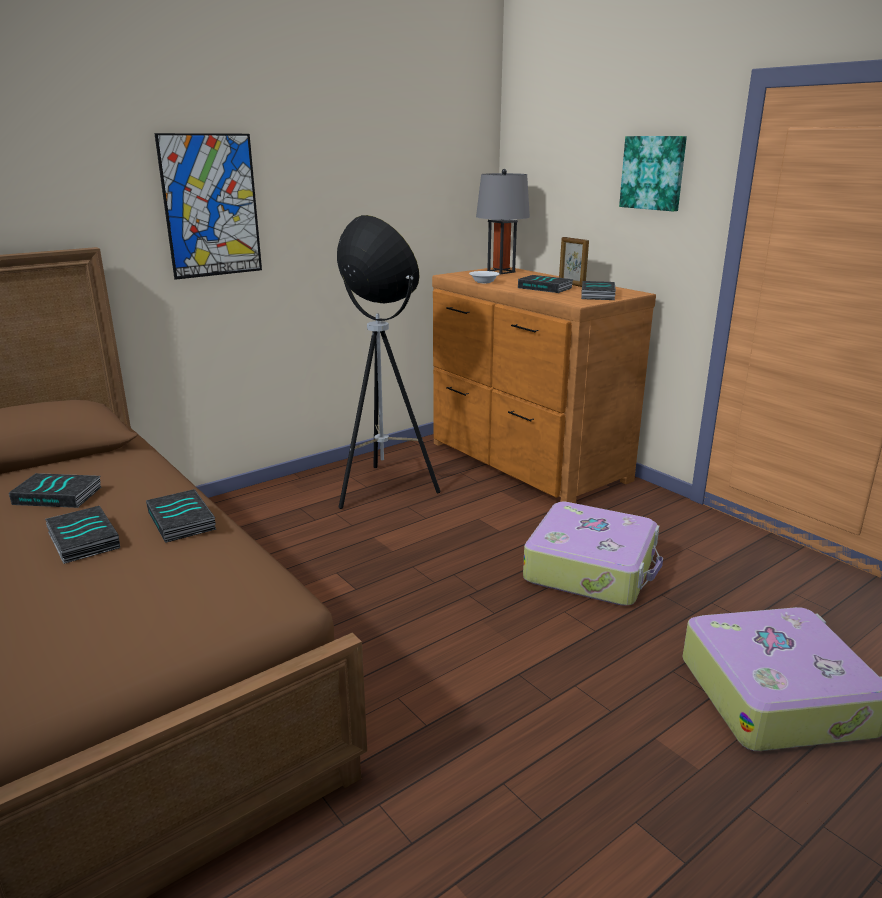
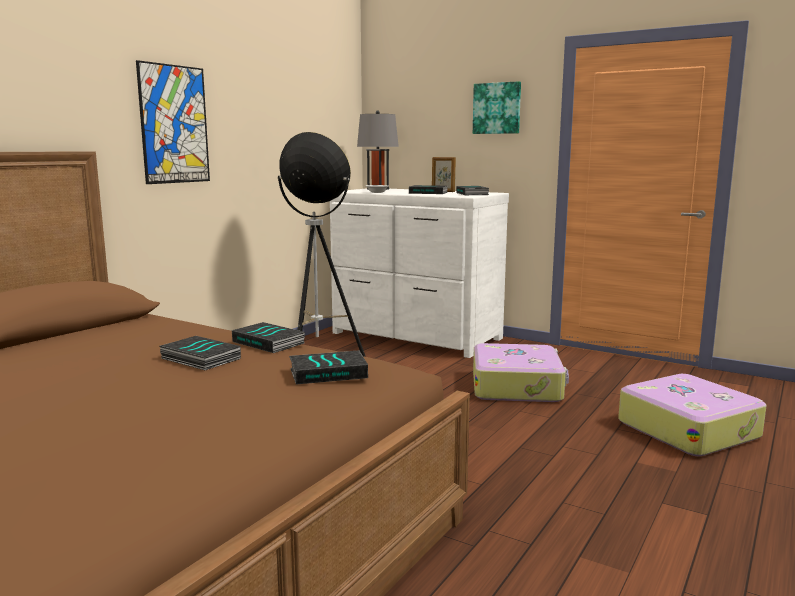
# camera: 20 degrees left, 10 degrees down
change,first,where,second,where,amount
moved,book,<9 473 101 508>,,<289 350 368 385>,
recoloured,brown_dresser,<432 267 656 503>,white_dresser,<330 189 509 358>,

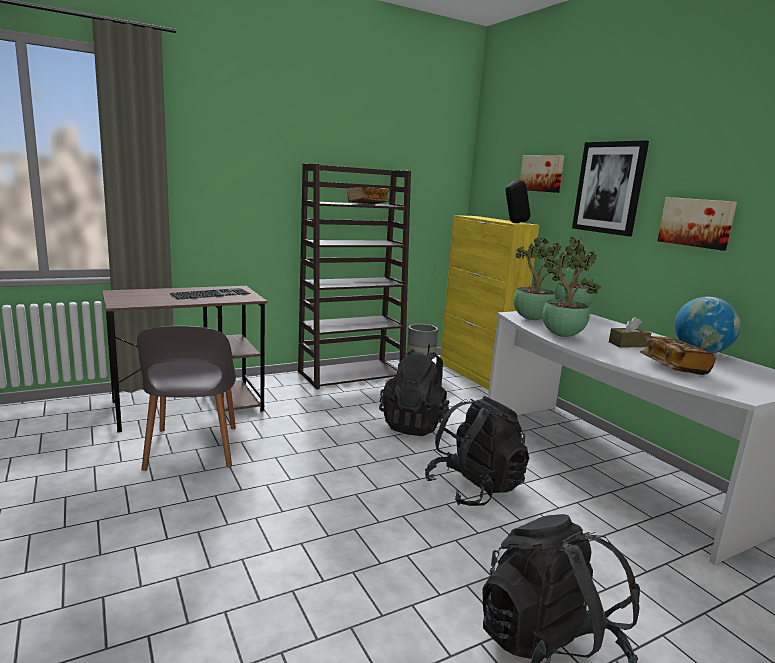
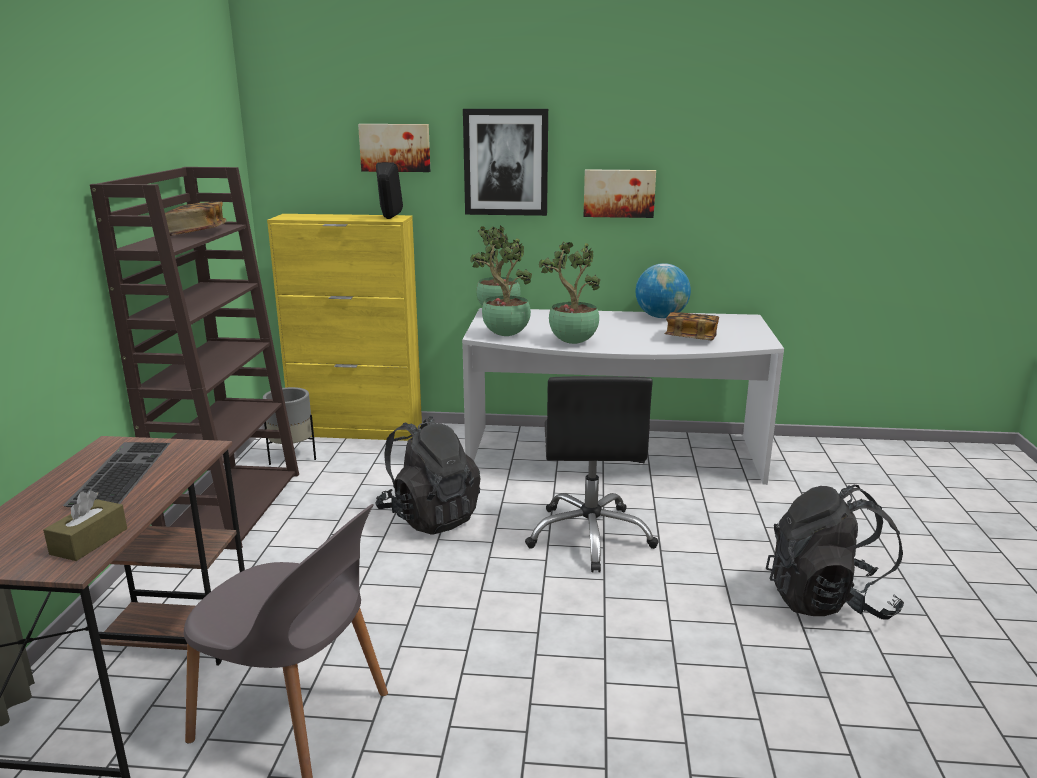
# camera: 55 degrees left, 5 degrees up
change,first,where,second,where,amount
moved,brown_tissue_box,<609 317 651 348>,,<43 491 127 561>,
replaced,black_backpack,<425 396 529 506>,black_office_chair,<525 376 659 572>,

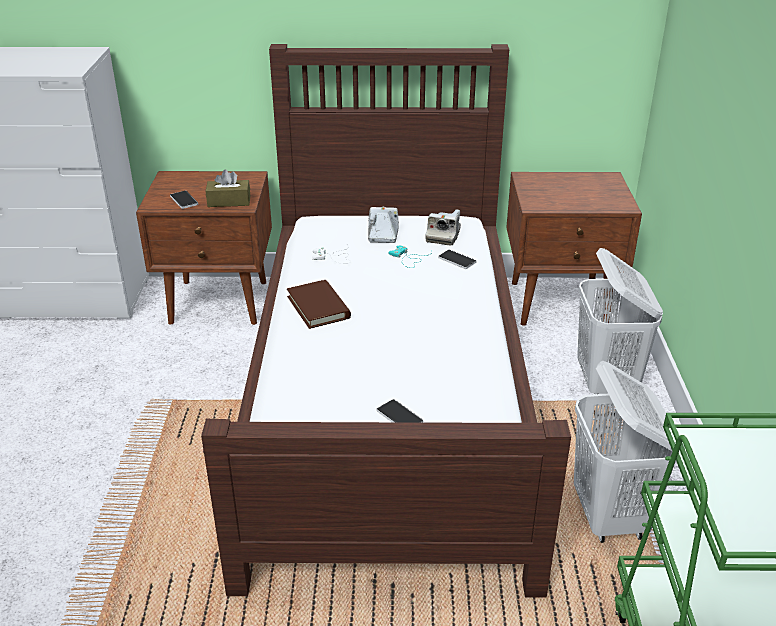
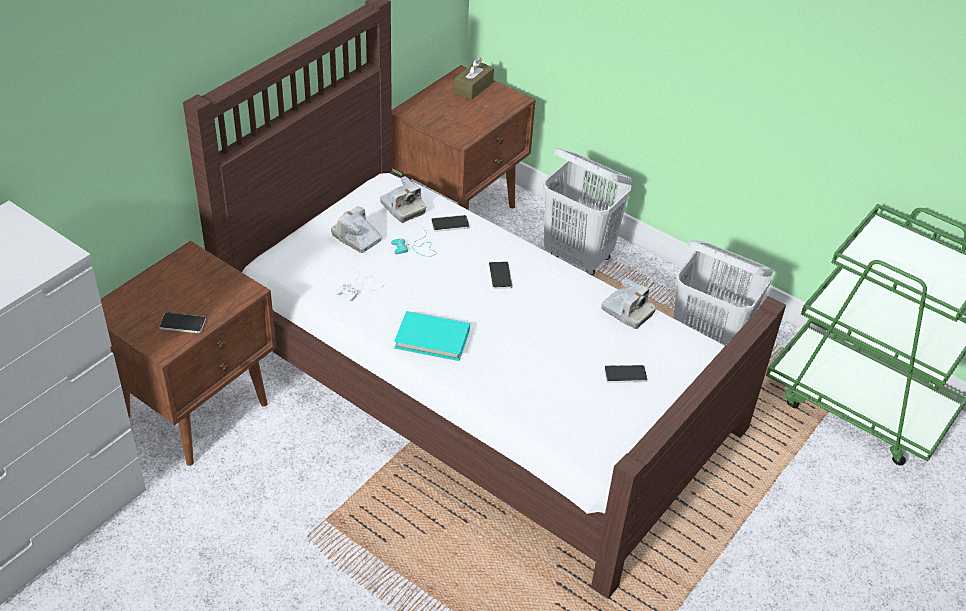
# camera: 55 degrees left, 10 degrees up
change,first,where,second,where,amount
recoloured,brown_book,<287 280 351 329>,turquoise_book,<394 311 470 361>,
moved,brown_tissue_box,<206 169 250 207>,,<454 57 494 100>,
added,,,phone,<489 261 513 289>,
added,,,photo_camera,<601 277 656 329>,

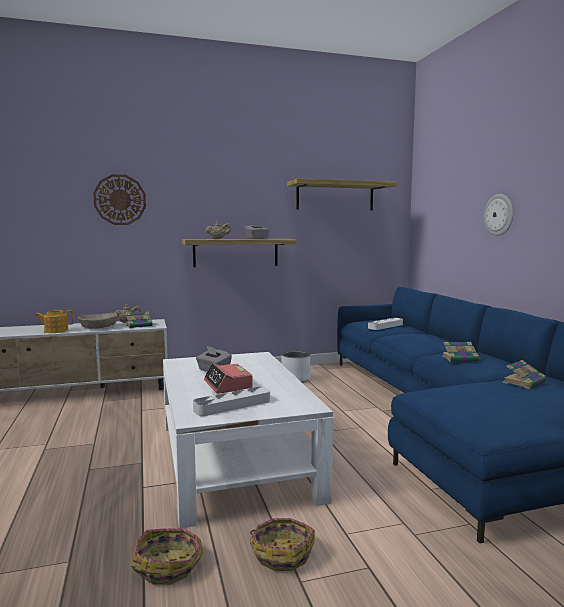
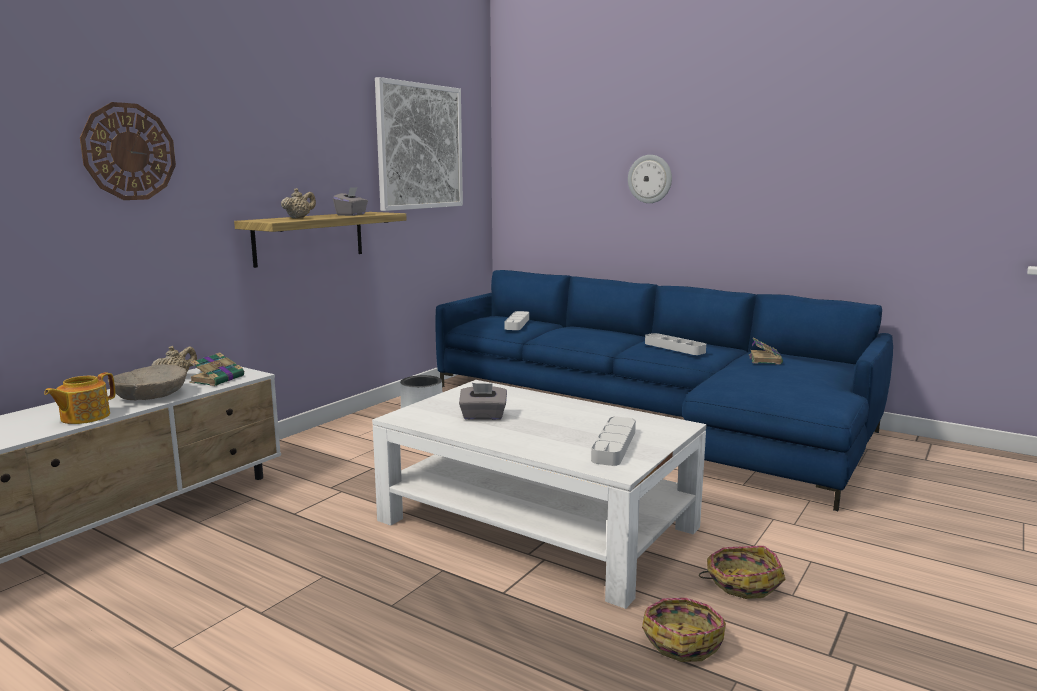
# camera: 40 degrees left, 5 degrees up
change,first,where,second,where,amount
replaced,shelf,<287 178 397 210>,picture,<375 77 463 211>,
replaced,book,<442 342 483 362>,grey_tray,<645 333 706 355>,
removed,alarm_clock,<204 363 253 394>,,,

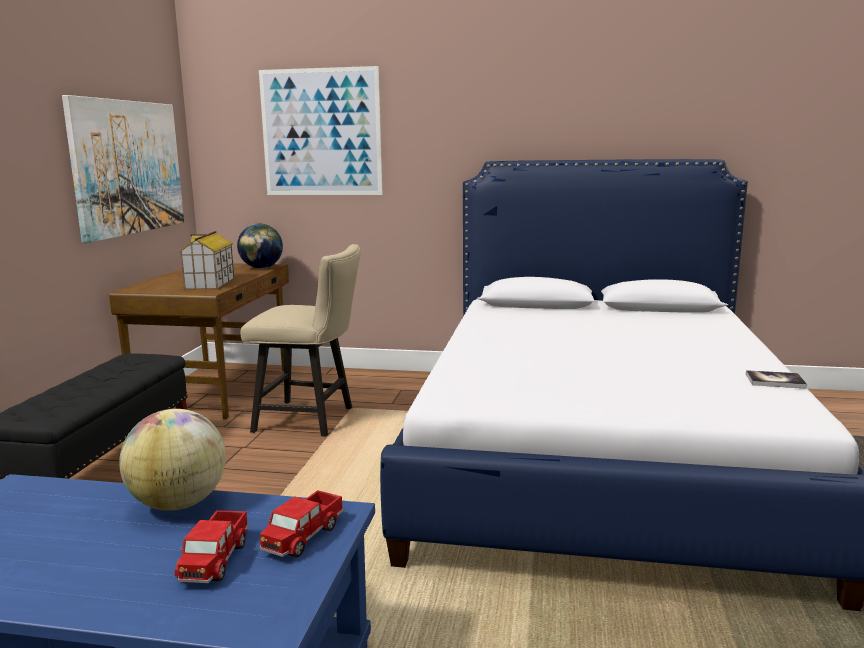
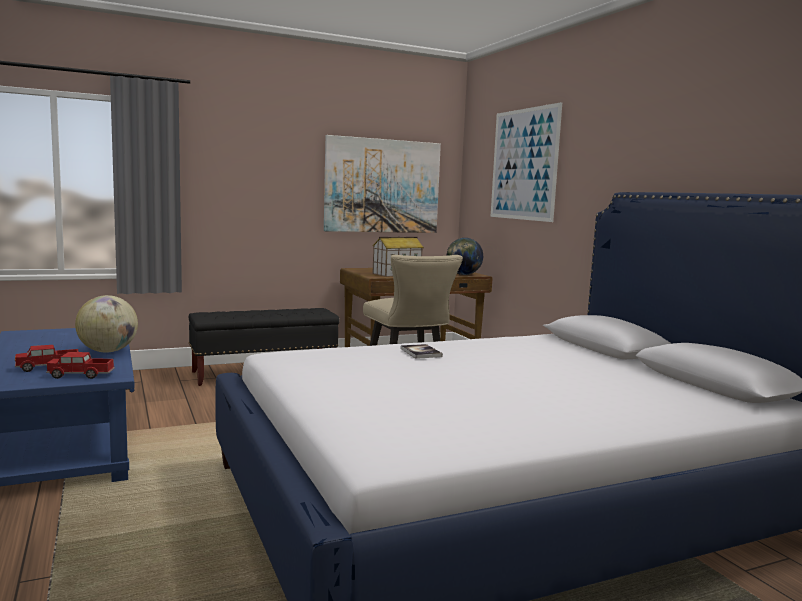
# camera: 55 degrees right, 5 degrees down
change,first,where,second,where,amount
moved,book,<746 370 807 389>,,<401 344 443 359>,

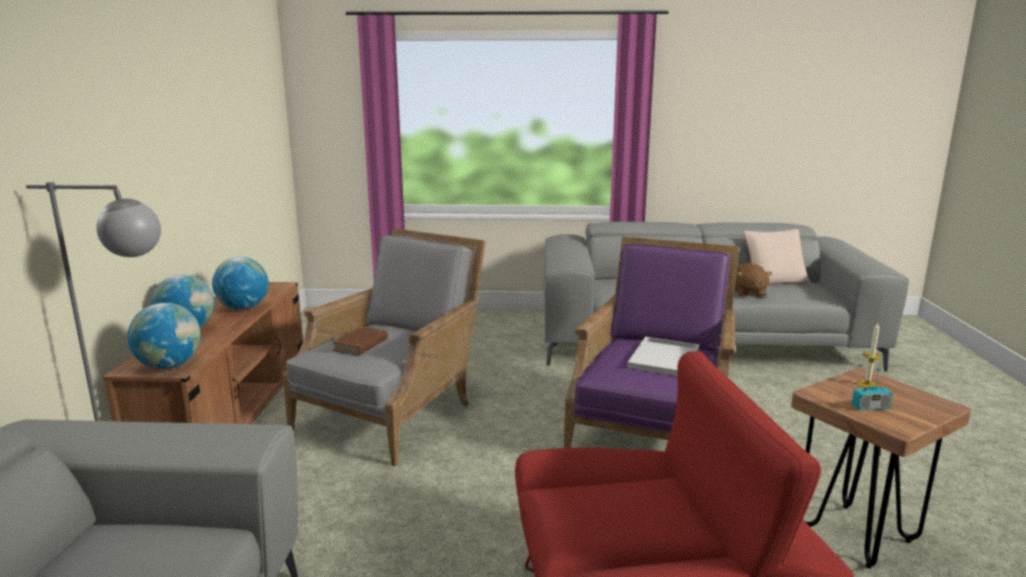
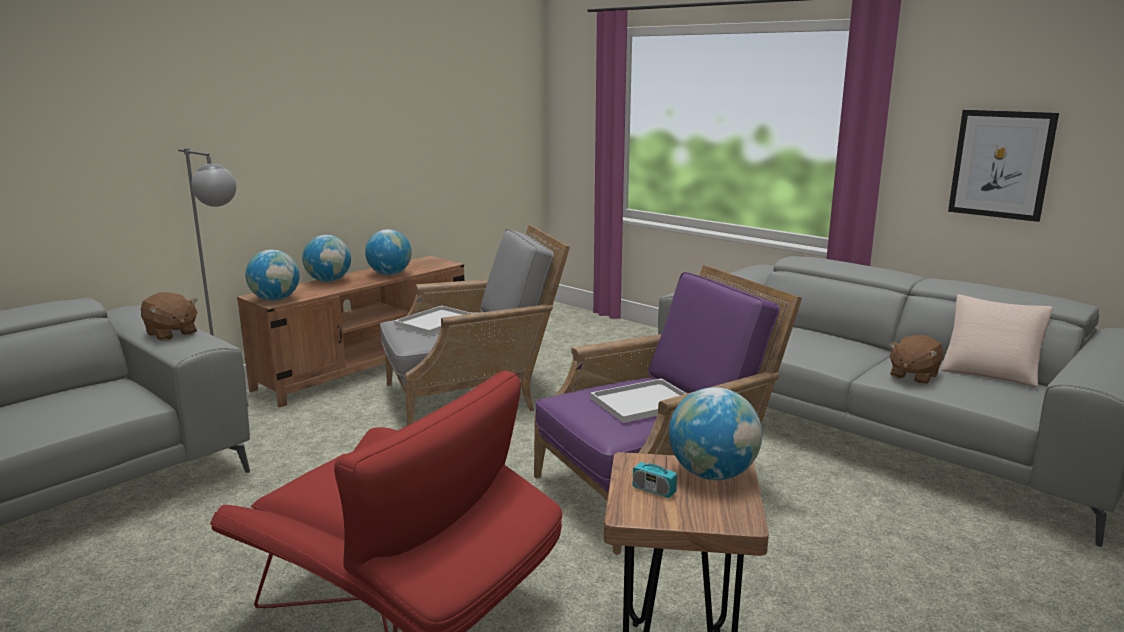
# camera: 40 degrees right, 0 degrees up
change,first,where,second,where,amount
added,,,brown_plush_toy,<141 292 198 341>,
replaced,brown_book,<332 327 388 356>,white_tray,<394 306 474 335>,
replaced,candle,<856 323 882 388>,globe,<669 387 762 480>,
added,,,picture,<948 110 1059 222>,

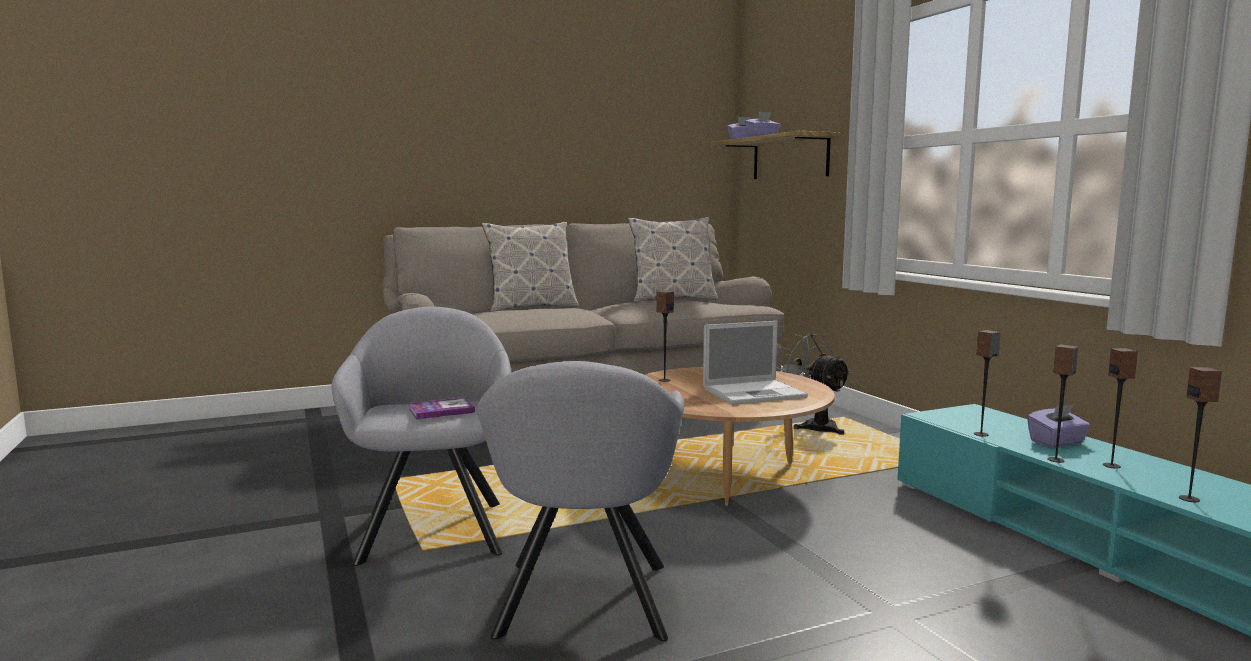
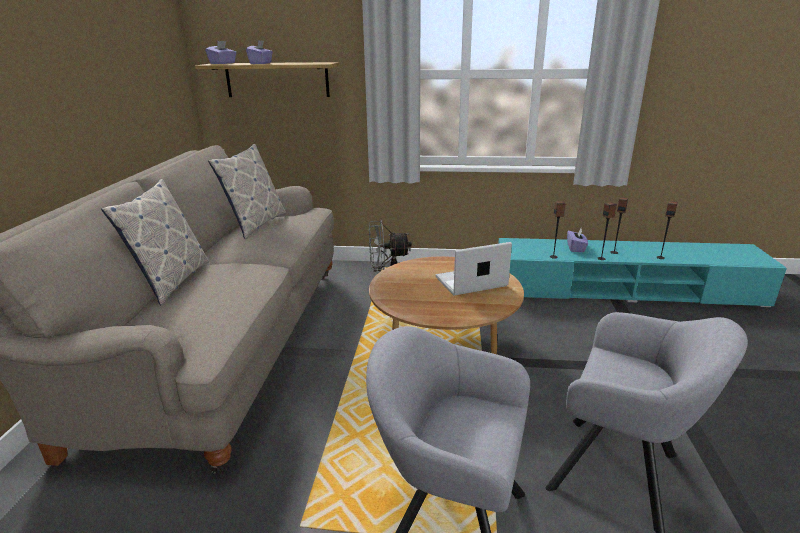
# camera: 60 degrees left, 15 degrees up
change,first,where,second,where,amount
turned,laptop,<703 321 808 404>,,<435 242 512 296>,120 degrees counterclockwise
removed,book,<409 397 475 419>,,,
removed,speaker,<656 291 674 382>,,,

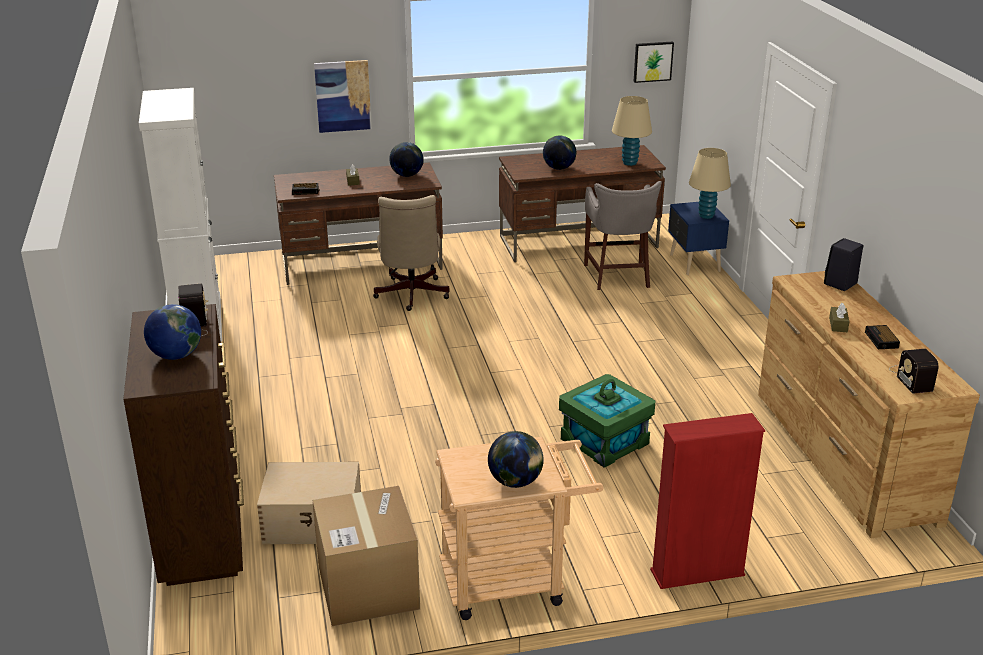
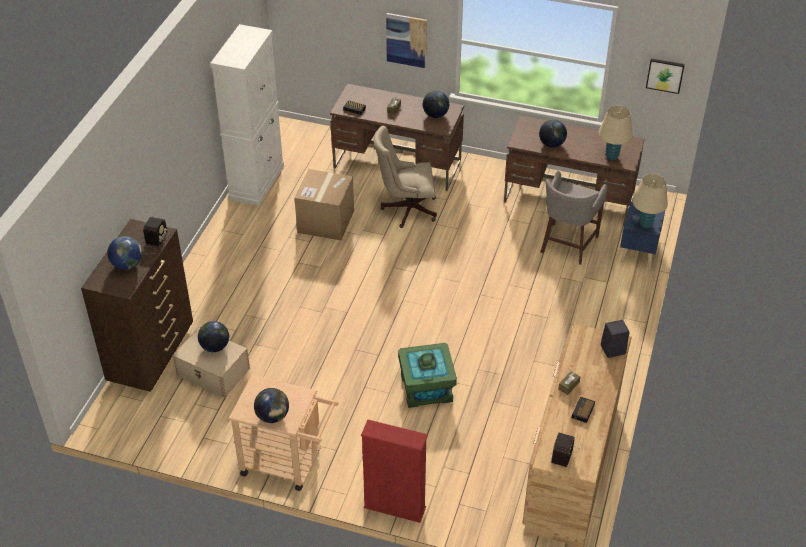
# camera: 30 degrees right, 15 degrees up
change,first,where,second,where,amount
added,,,globe,<198 321 229 352>,
moved,cardboard_box,<312 486 420 626>,,<295 169 354 240>,
turned,beige_office_chair,<373 195 450 311>,,<373 126 437 228>,60 degrees clockwise

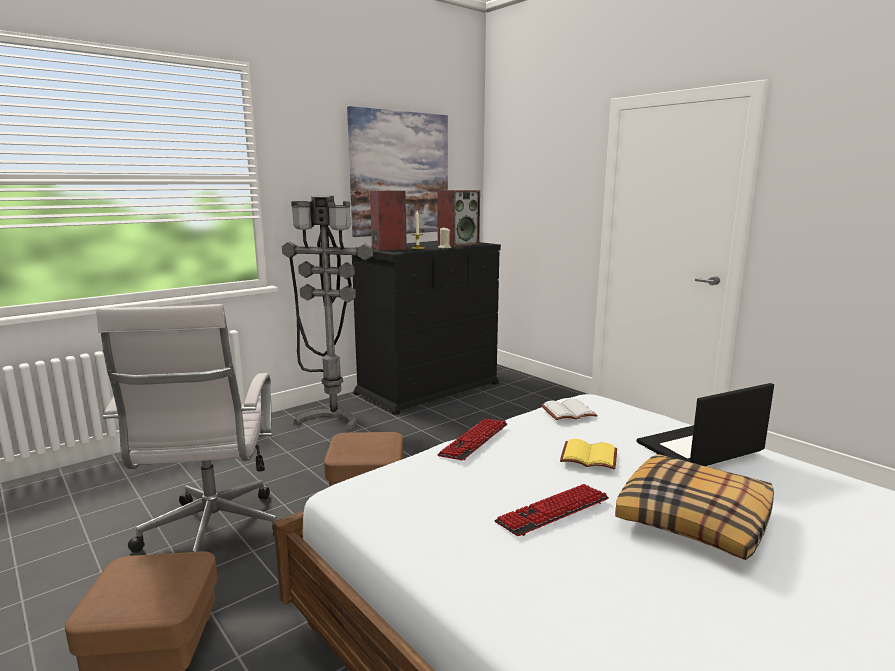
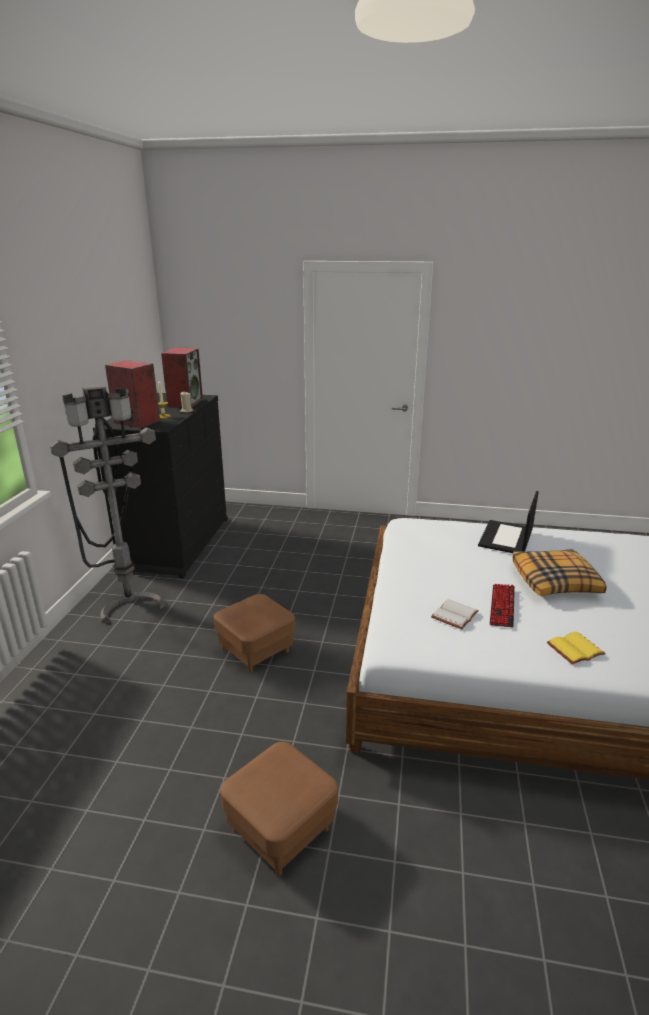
# camera: 40 degrees left, 10 degrees up
change,first,where,second,where,amount
moved,white_book,<541 399 598 420>,,<431 599 479 629>,
moved,yellow_book,<560 439 617 470>,,<547 632 606 665>,
removed,white_office_chair,<96 304 277 553>,,,
removed,picture,<347 106 448 237>,,,
removed,keyboard,<437 419 507 460>,,,

